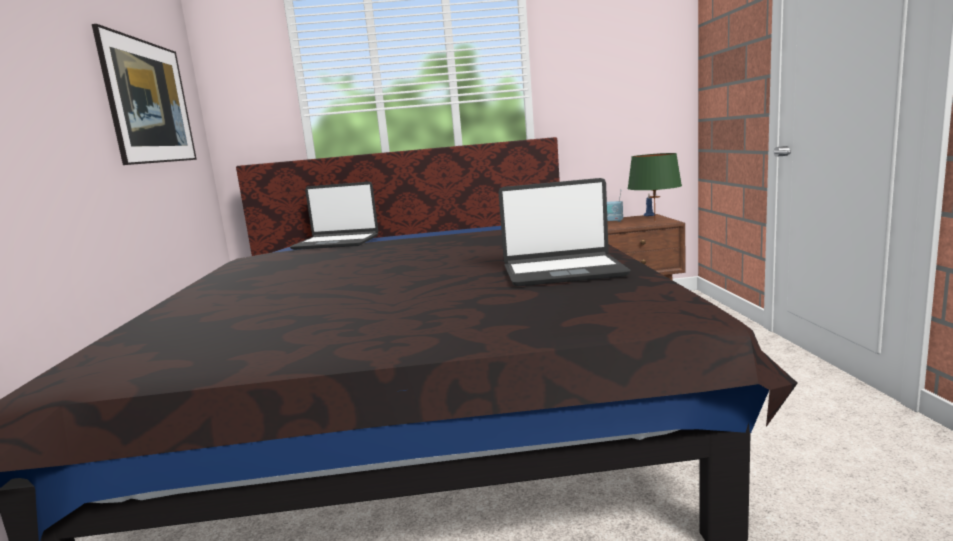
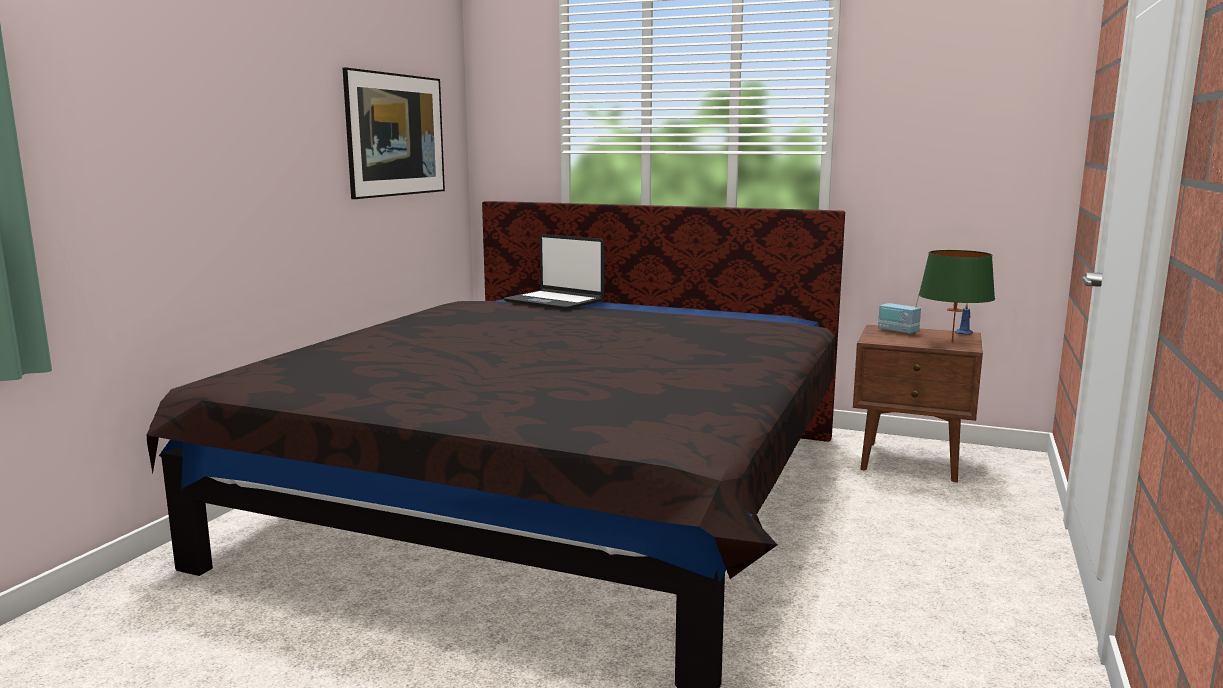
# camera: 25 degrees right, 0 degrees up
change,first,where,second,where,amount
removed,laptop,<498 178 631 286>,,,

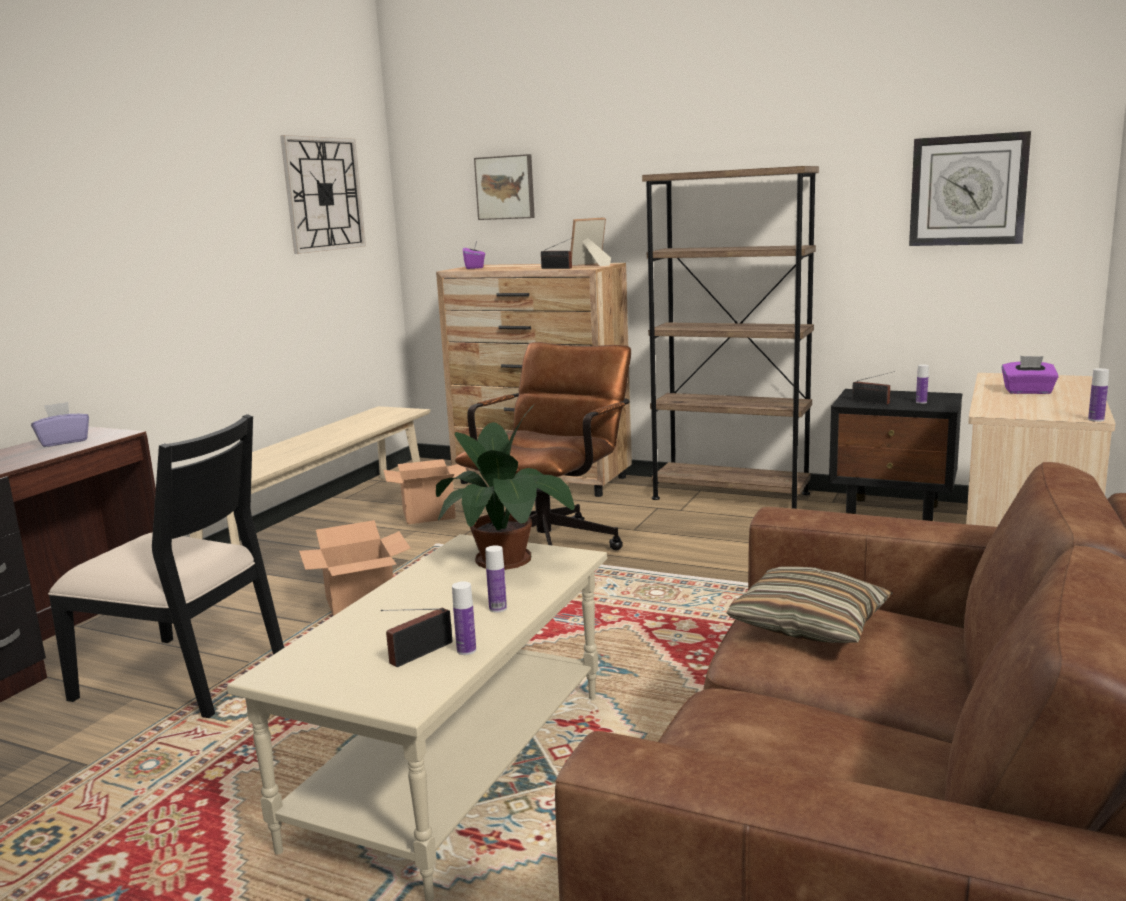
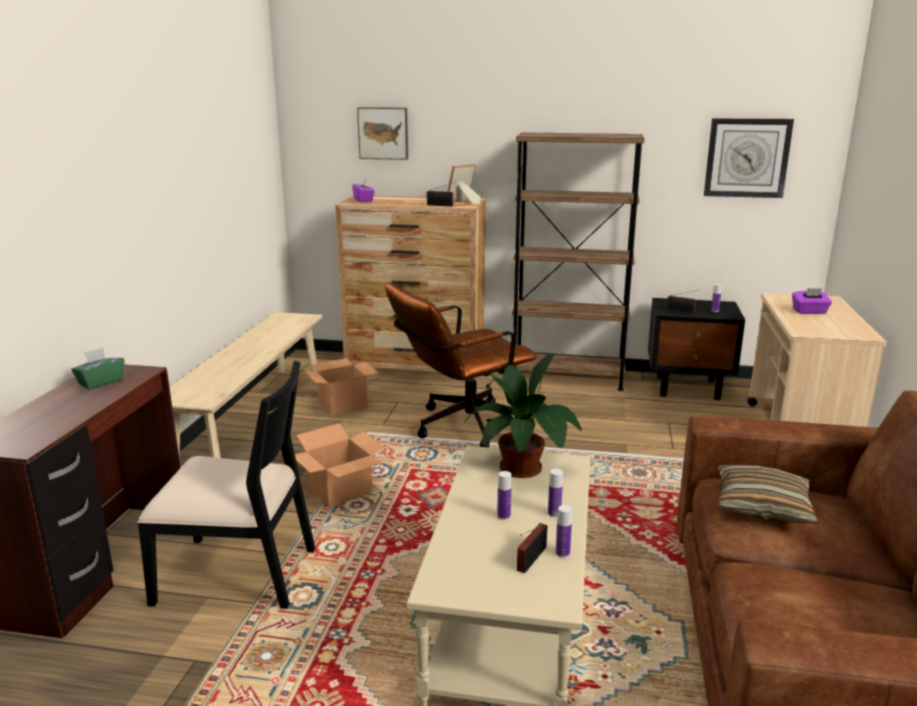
# camera: 15 degrees left, 5 degrees up
change,first,where,second,where,amount
recoloured,purple_tissue_box,<31 402 89 447>,green_tissue_box,<71 348 125 389>,
turned,brown_office_chair,<455 342 631 551>,,<385 283 537 447>,135 degrees counterclockwise
moved,bottle,<1088 368 1109 422>,,<497 471 511 520>,
removed,wall_clock,<280 135 366 254>,,,

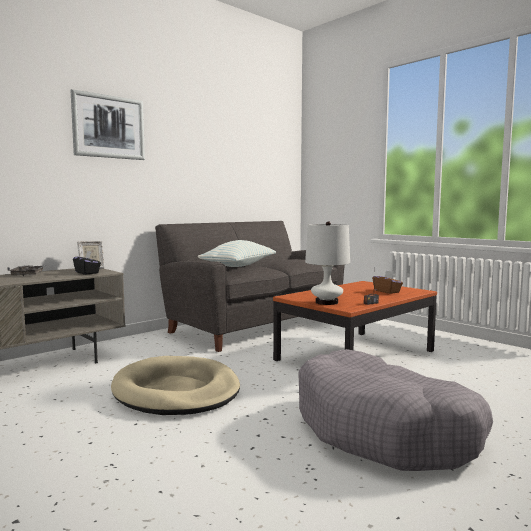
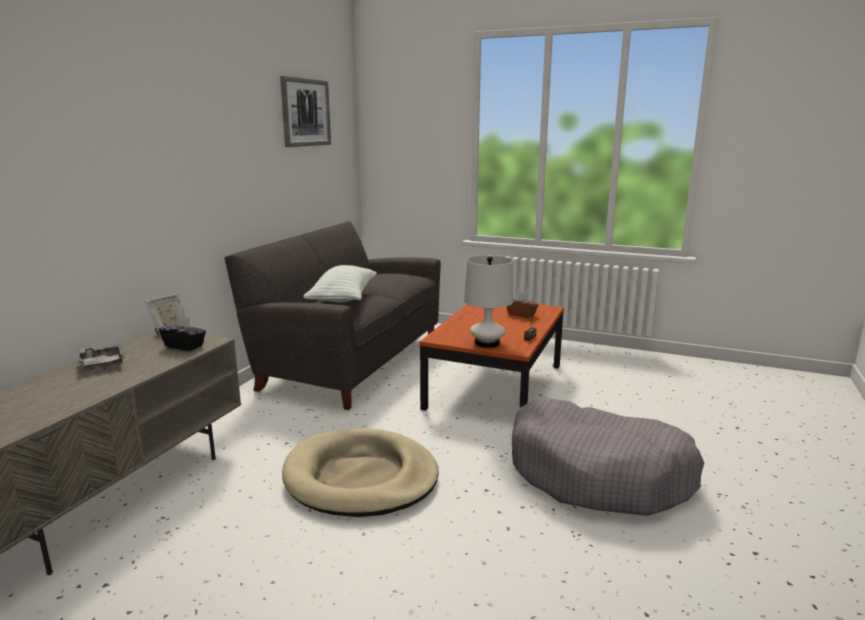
# camera: 25 degrees left, 10 degrees up
change,first,where,second,where,amount
moved,picture,<71 89 145 160>,,<280 76 331 147>,

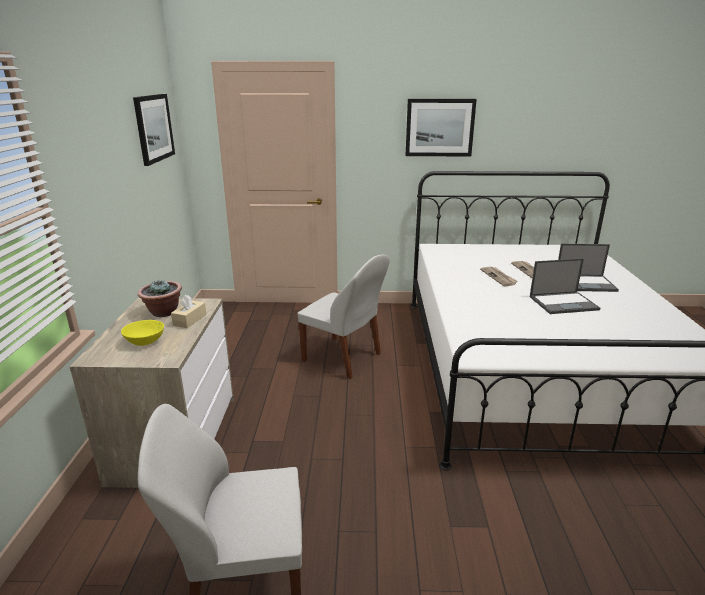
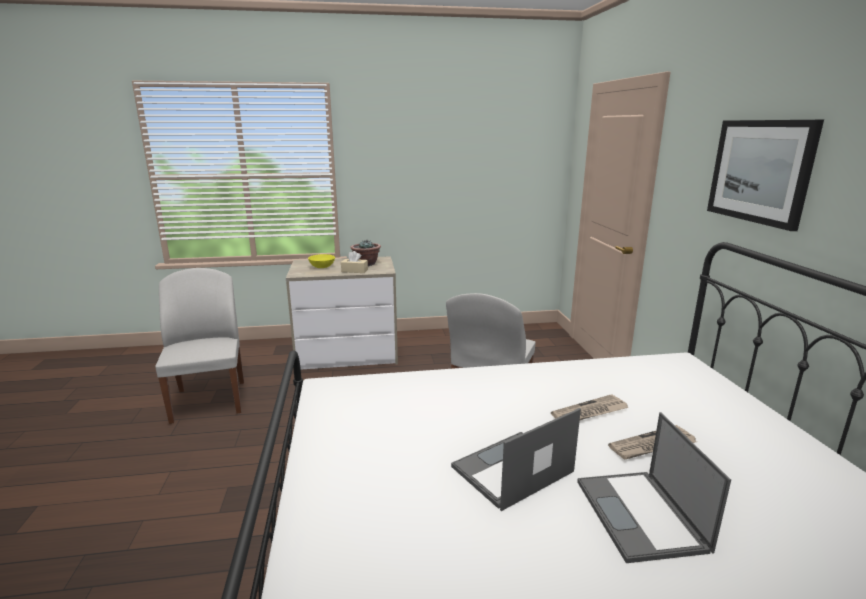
# camera: 80 degrees right, 5 degrees down
change,first,where,second,where,amount
turned,laptop,<530 258 600 314>,,<451 408 581 511>,75 degrees clockwise
removed,picture,<133 94 175 166>,,,

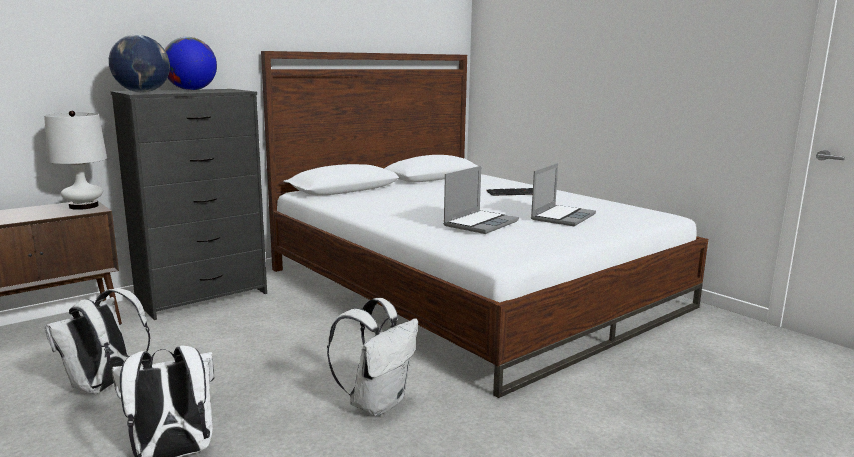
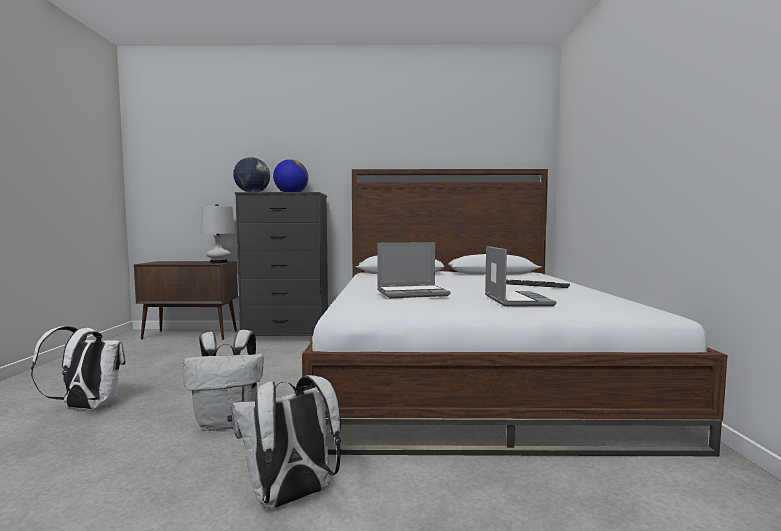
# camera: 40 degrees right, 10 degrees down
change,first,where,second,where,amount
moved,white_backpack,<45 289 151 394>,,<231 375 341 509>,
turned,laptop,<531 163 596 226>,,<485 246 556 307>,75 degrees counterclockwise

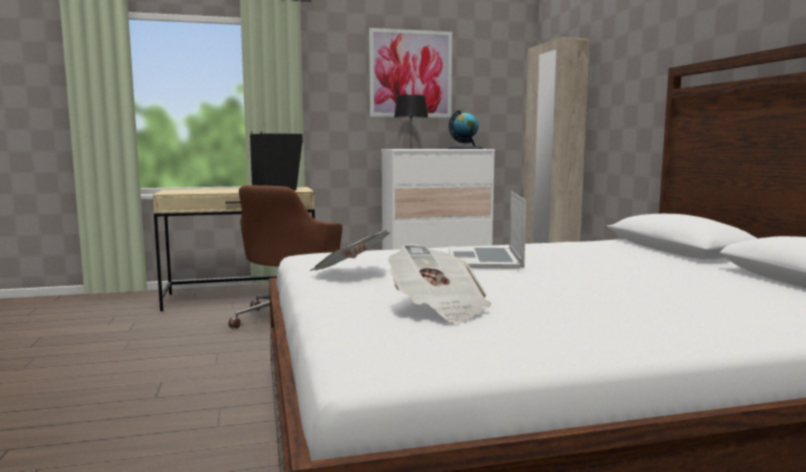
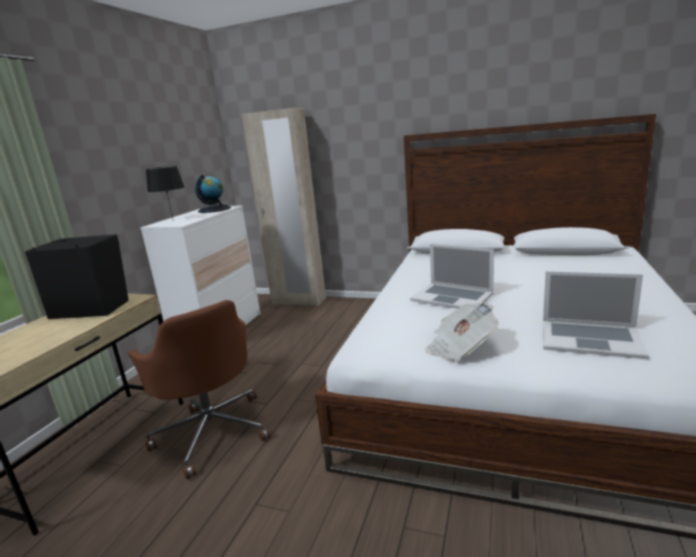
# camera: 55 degrees left, 10 degrees up
change,first,where,second,where,amount
replaced,newspaper,<388 244 492 324>,laptop,<543 271 649 359>,
removed,picture,<369 28 452 118>,,,

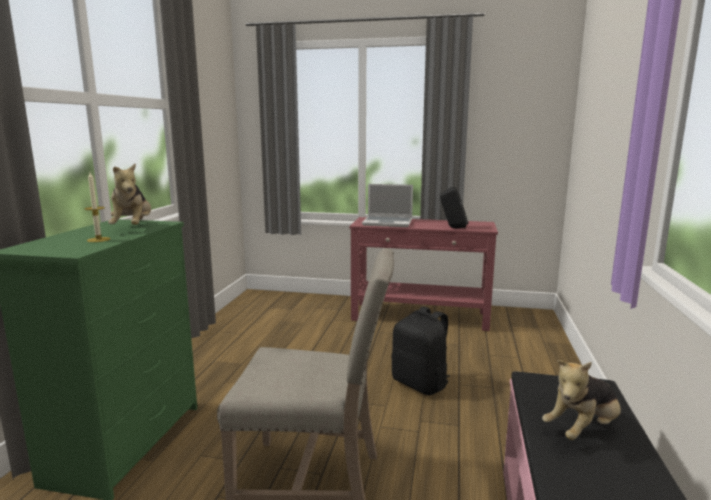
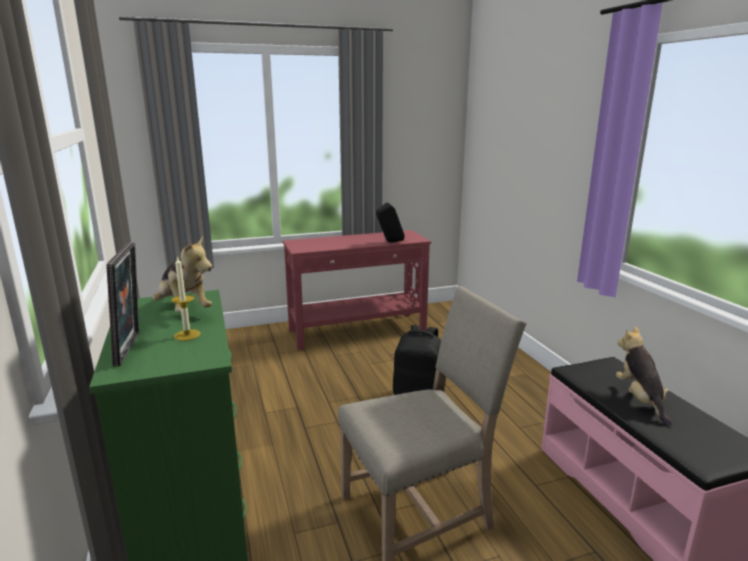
# camera: 30 degrees left, 5 degrees up
change,first,where,second,where,amount
added,,,picture_frame,<106 242 139 366>,
turned,plush_toy,<542 360 621 440>,,<616 326 672 427>,150 degrees clockwise
removed,laptop,<362 184 413 227>,,,

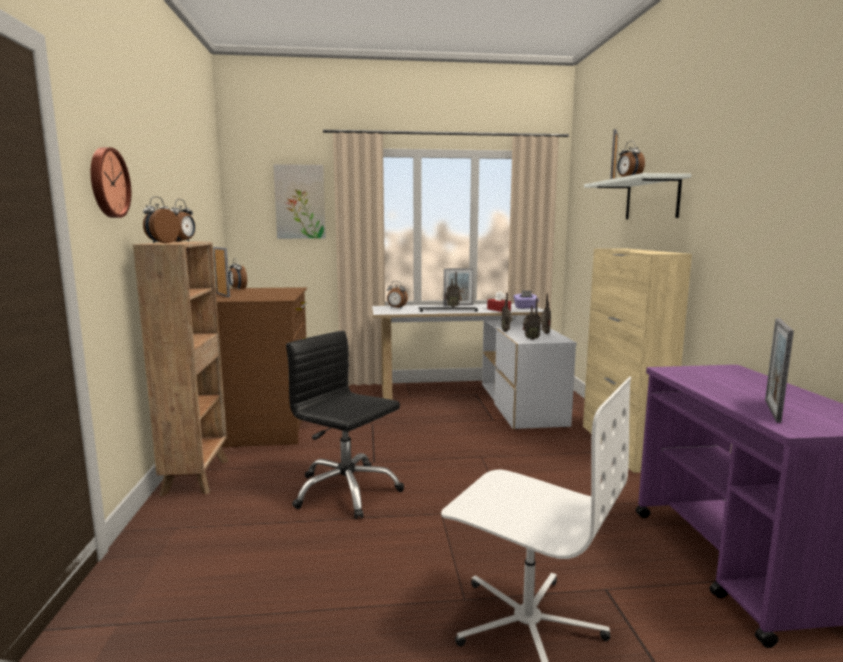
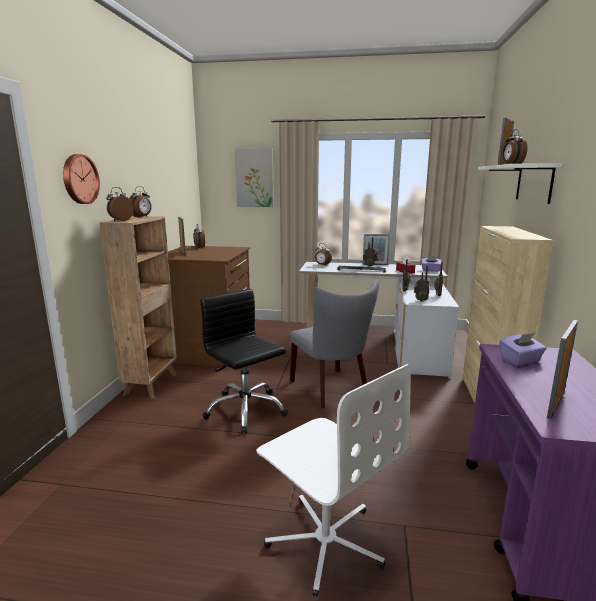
# camera: 15 degrees right, 5 degrees up
change,first,where,second,where,amount
added,,,grey_chair,<290 279 379 408>,
added,,,purple_tissue_box,<500 333 546 366>,

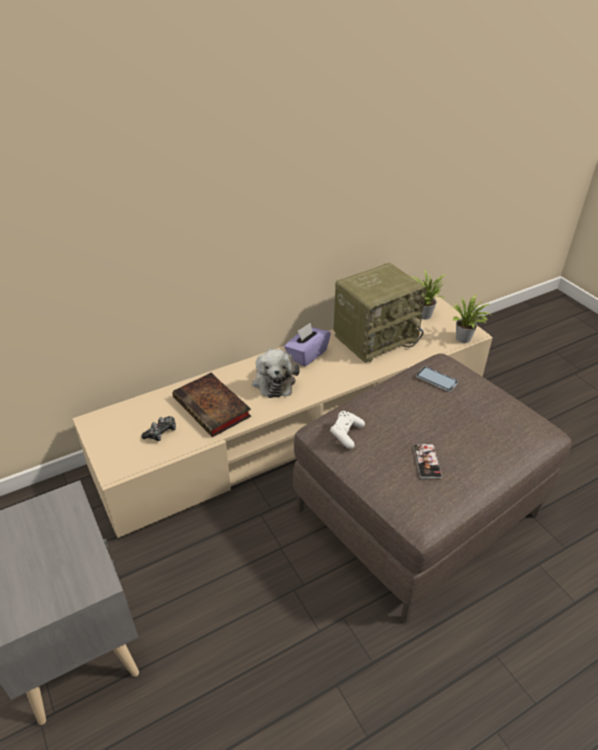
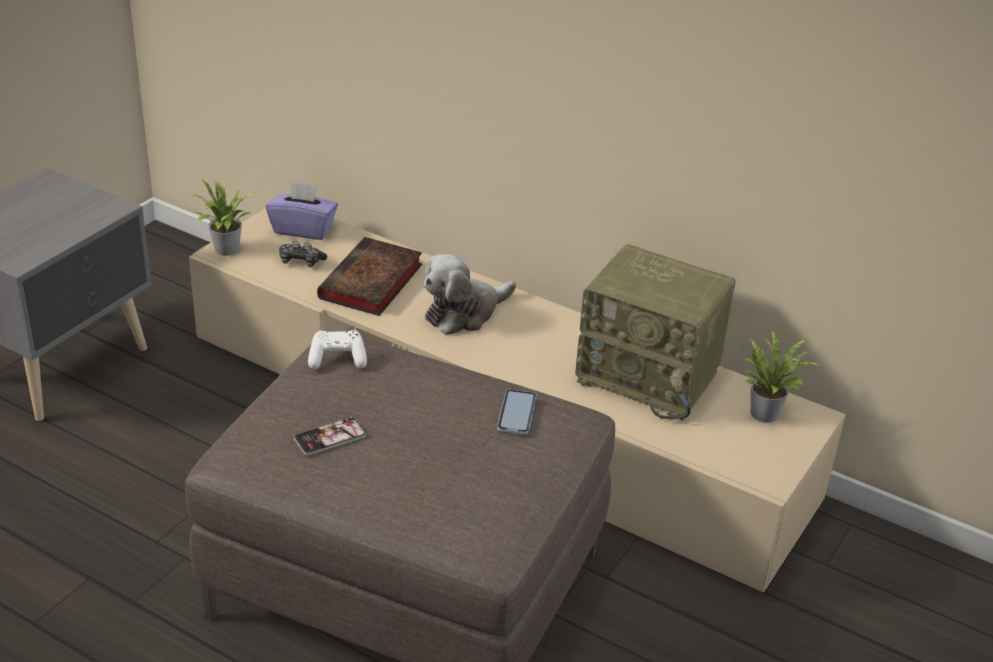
# camera: 60 degrees right, 5 degrees down
change,first,where,second,where,amount
moved,potted_plant,<450 294 490 343>,,<191 177 253 256>,
moved,purple_tissue_box,<284 322 331 367>,,<266 181 338 240>,

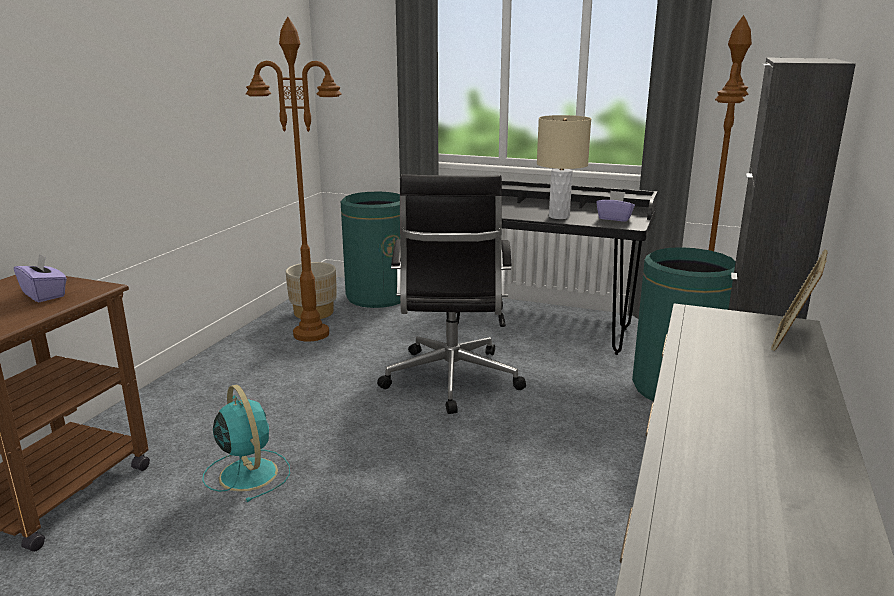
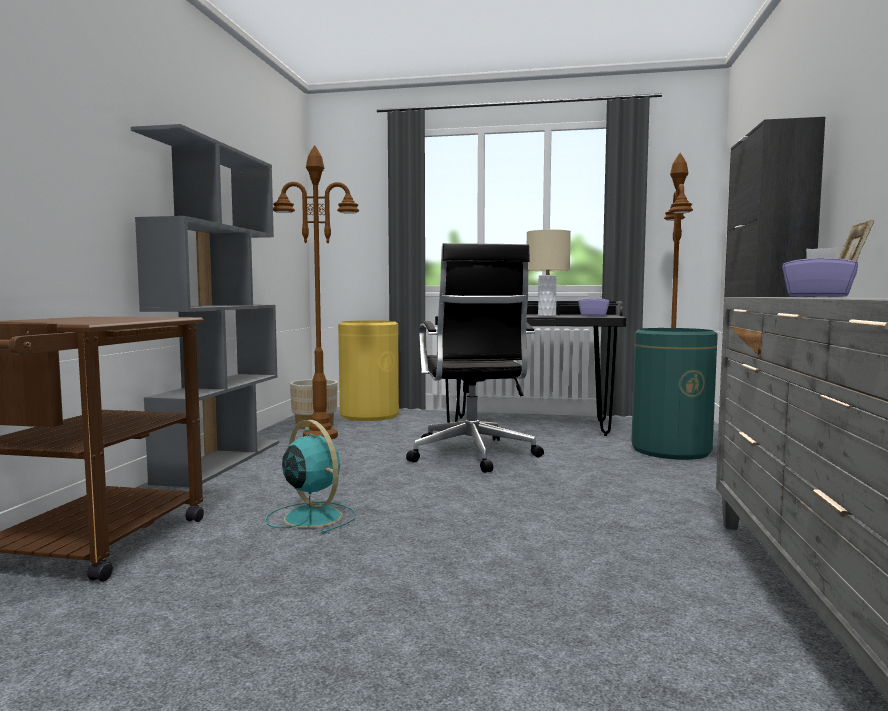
# camera: 10 degrees left, 15 degrees down
change,first,where,second,where,amount
added,,,grey_bookcase,<131 124 279 487>,
recoloured,green_trash_can,<341 192 400 308>,yellow_trash_can,<338 320 399 421>,
moved,purple_tissue_box,<14 254 67 302>,,<782 247 858 297>,

